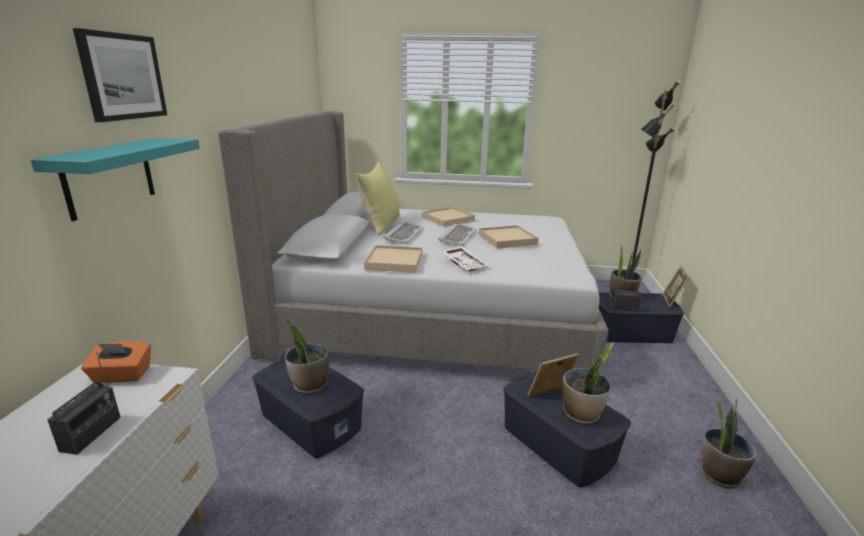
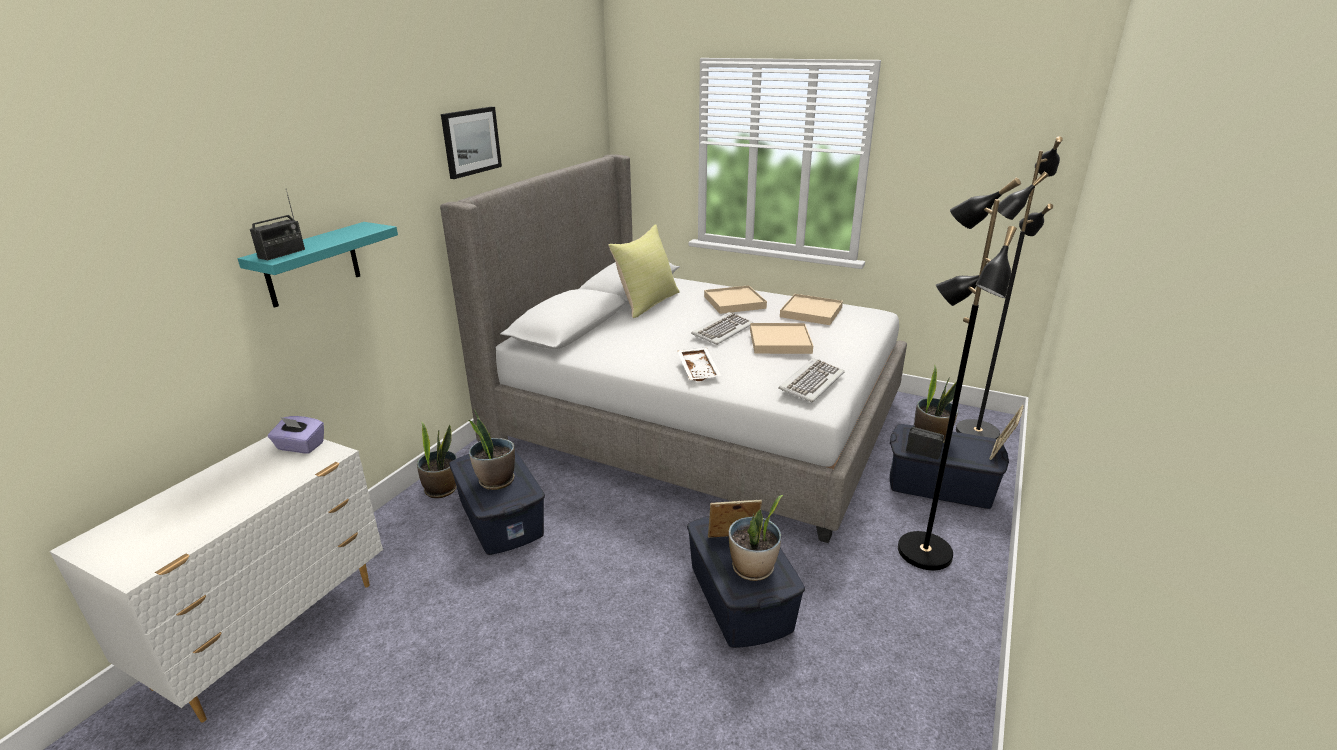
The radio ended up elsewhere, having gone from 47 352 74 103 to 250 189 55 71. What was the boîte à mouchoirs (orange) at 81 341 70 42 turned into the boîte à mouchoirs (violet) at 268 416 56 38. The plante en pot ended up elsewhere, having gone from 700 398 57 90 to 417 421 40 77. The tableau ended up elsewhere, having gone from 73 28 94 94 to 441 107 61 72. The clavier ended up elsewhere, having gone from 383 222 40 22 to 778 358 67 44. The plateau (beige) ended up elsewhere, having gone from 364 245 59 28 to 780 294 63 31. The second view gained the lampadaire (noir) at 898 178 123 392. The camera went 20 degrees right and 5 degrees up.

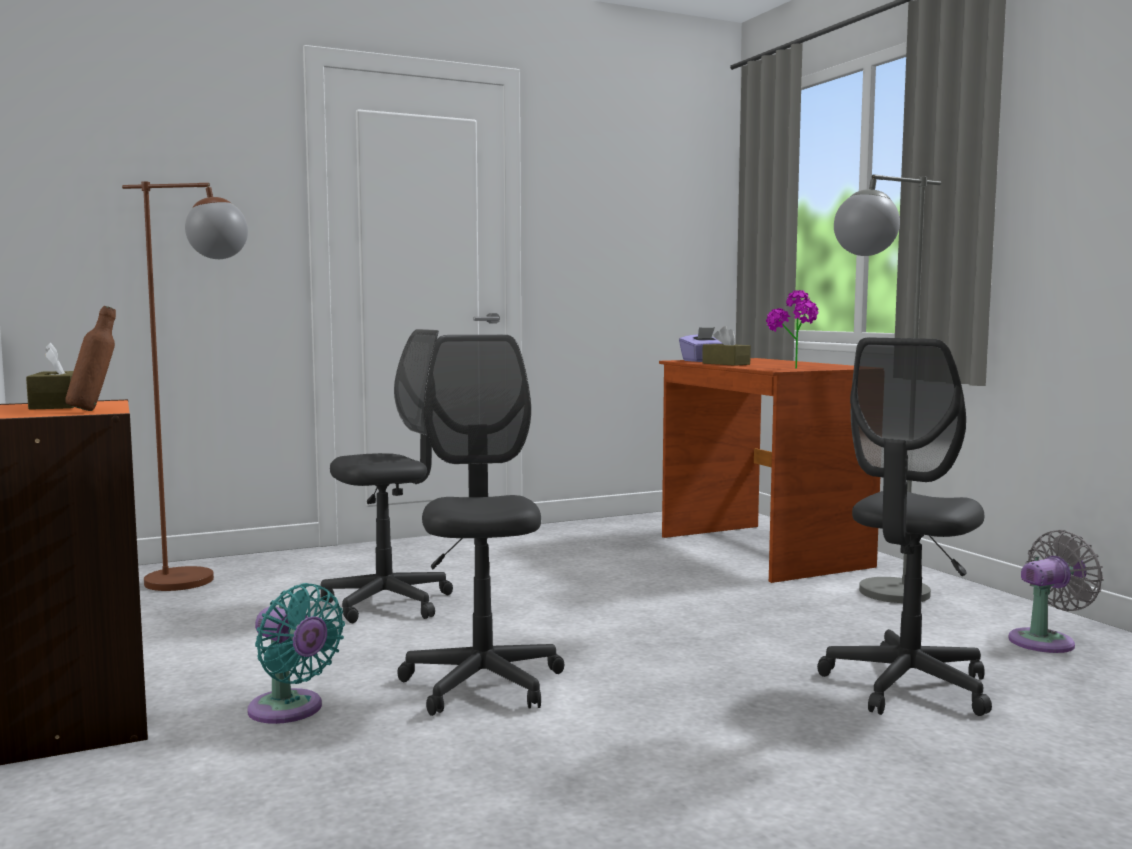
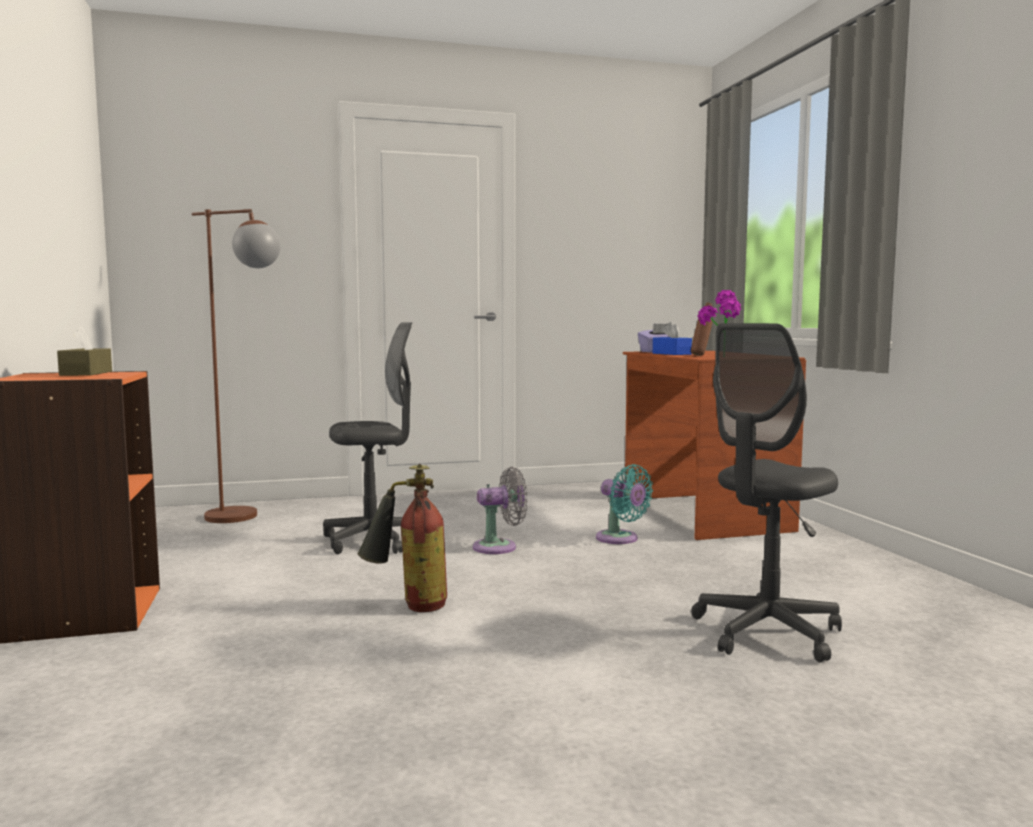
Where the chaise de bureau (gris) stood at 397 335 167 381, the extincteur came to stand at 358 464 89 148. The ventilateur (gris) ended up elsewhere, having gone from 1008 530 96 123 to 473 467 55 87. The ventilateur (turquoise) ended up elsewhere, having gone from 248 583 97 141 to 596 464 57 80. What was the boîte à mouchoirs (marron) at 702 326 49 40 turned into the boîte à mouchoirs (bleu) at 653 322 39 33. The bouteille (marron) ended up elsewhere, having gone from 65 306 51 105 to 691 302 22 54. The second view lost the lampadaire (gris) at 834 174 107 429. The camera went 10 degrees right and 0 degrees up.

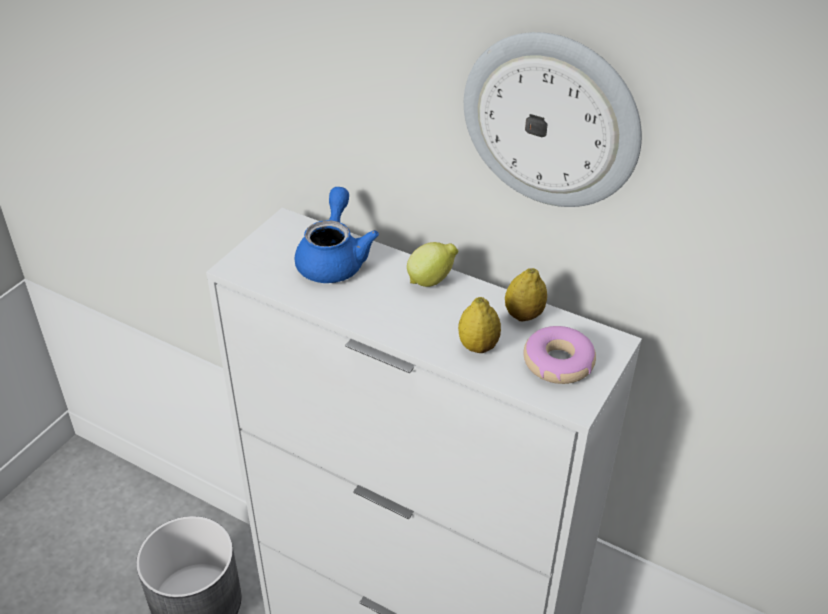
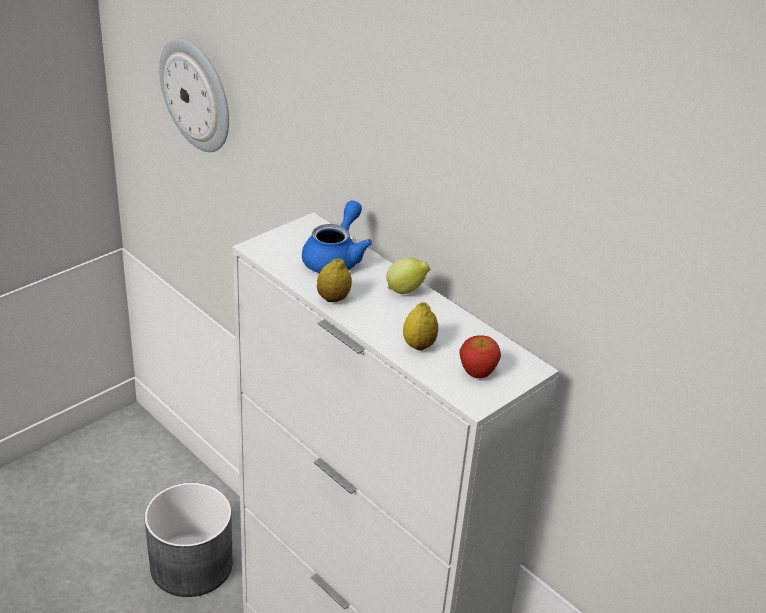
The horloge murale ended up elsewhere, having gone from 464 32 178 175 to 159 38 70 114. The citron ended up elsewhere, having gone from 505 268 42 53 to 317 258 35 44. Where the beignet stood at 524 326 72 58, the pomme came to stand at 459 335 42 43. The camera went 15 degrees right and 5 degrees down.

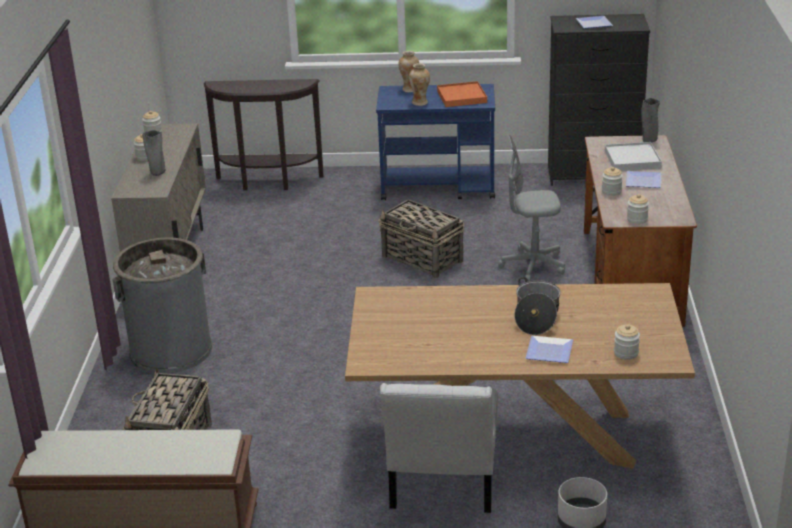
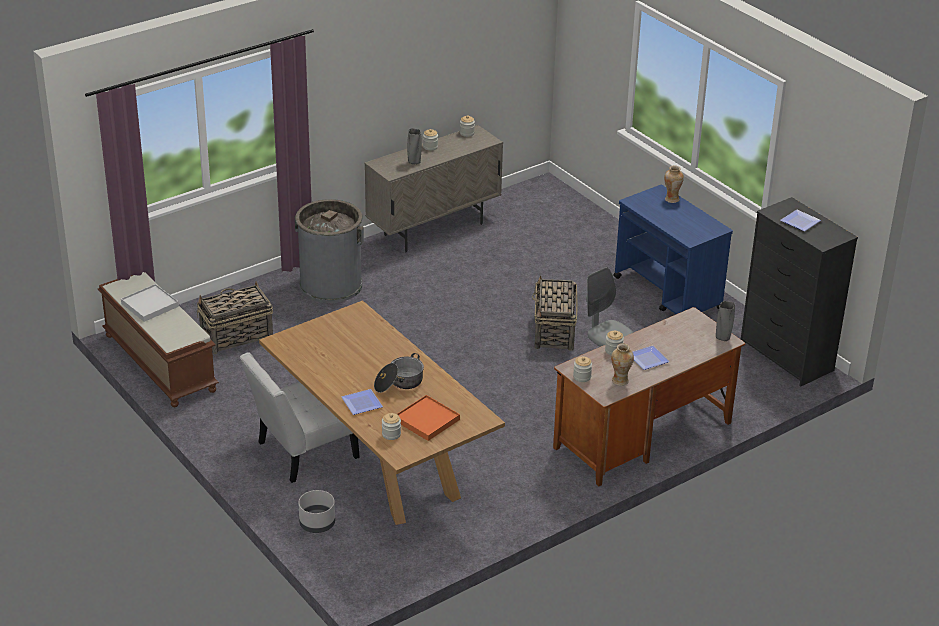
The plateau (blanc) ended up elsewhere, having gone from 605 142 57 29 to 121 284 58 38. The plateau (orange) ended up elsewhere, having gone from 437 81 50 26 to 397 395 63 46. The vase ended up elsewhere, having gone from 409 63 21 43 to 611 343 23 43. The second view lost the table console (marron) at 204 79 119 112. The camera went 50 degrees right and 5 degrees up.

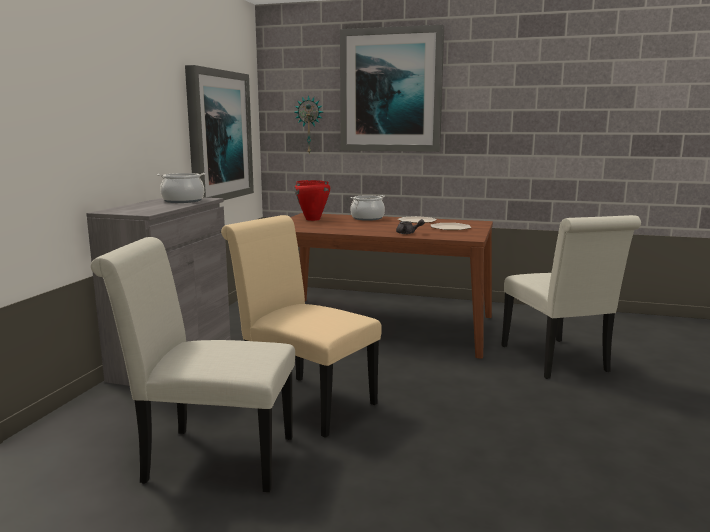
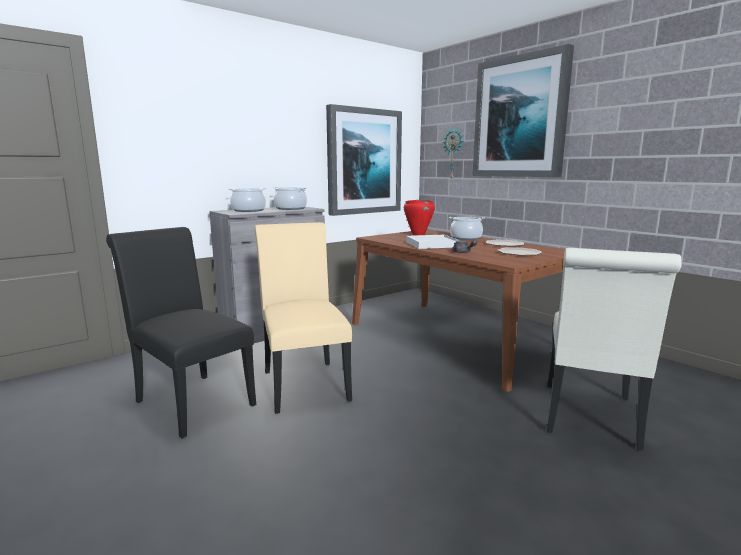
What was the chaise (blanc) at 91 237 204 255 turned into the chaise (noir) at 106 227 150 211. The second view gained the marmite at 228 188 39 24. The second view gained the plateau (blanc) at 406 235 54 14. The camera went 35 degrees right and 0 degrees up.

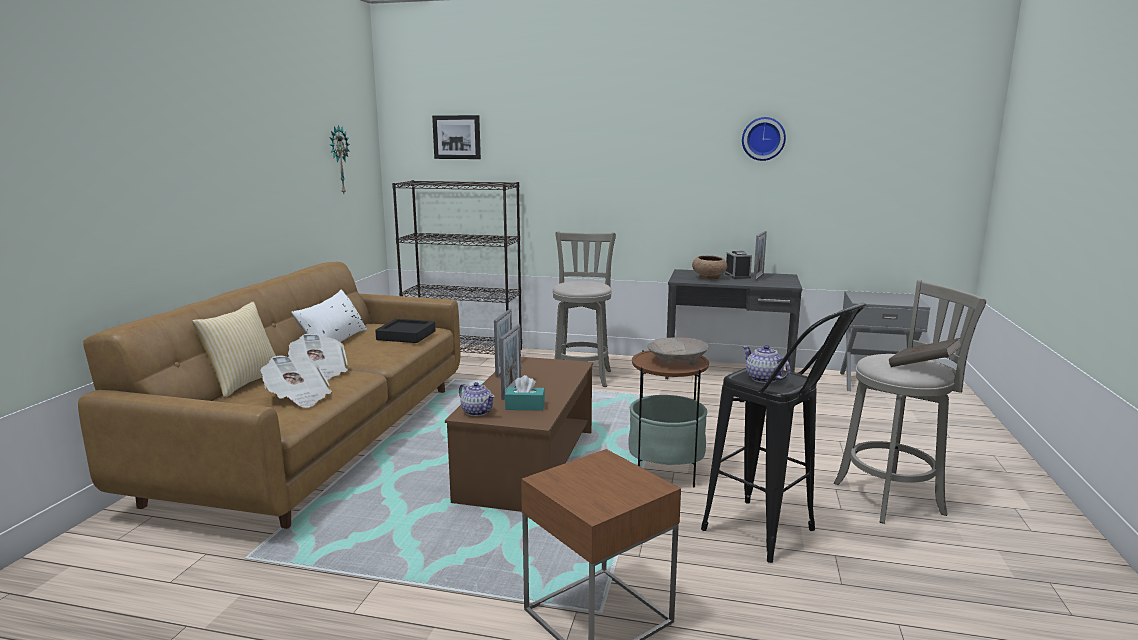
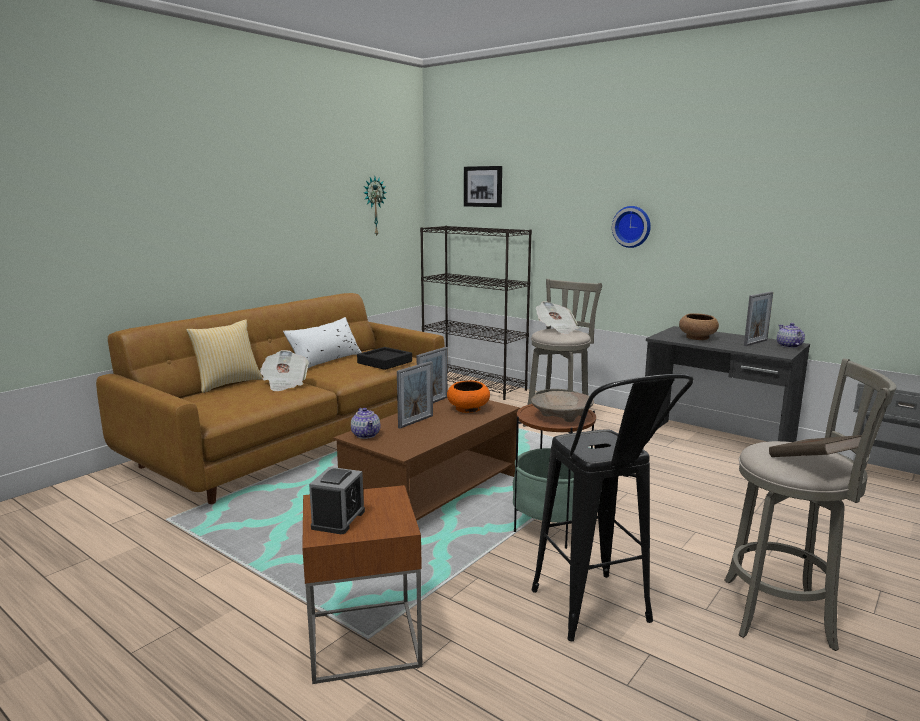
The réveil ended up elsewhere, having gone from 725 251 27 28 to 309 467 56 67. The second view gained the bol (orange) at 447 380 43 33. The journal ended up elsewhere, having gone from 260 355 72 53 to 536 301 43 33. The horloge murale ended up elsewhere, having gone from 742 117 44 44 to 612 206 39 42. The théière ended up elsewhere, having gone from 743 345 47 38 to 777 323 28 25. The second view lost the boîte à mouchoirs (turquoise) at 505 375 40 36. The camera went 25 degrees right and 0 degrees up.

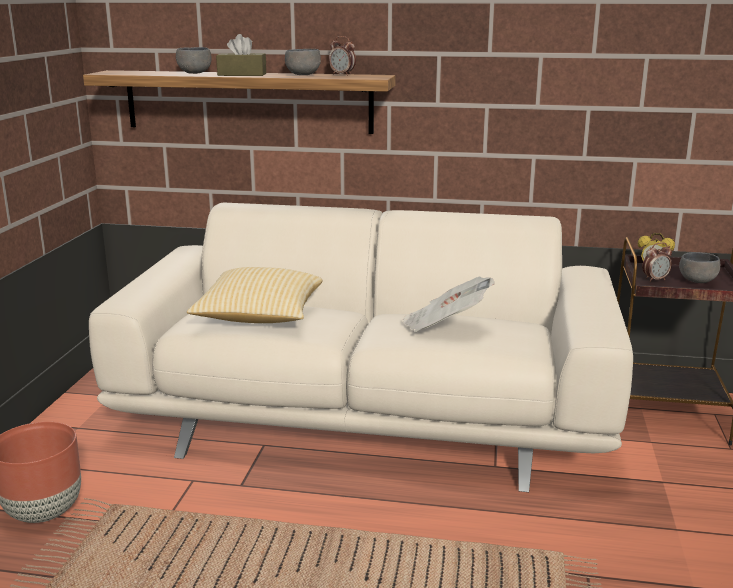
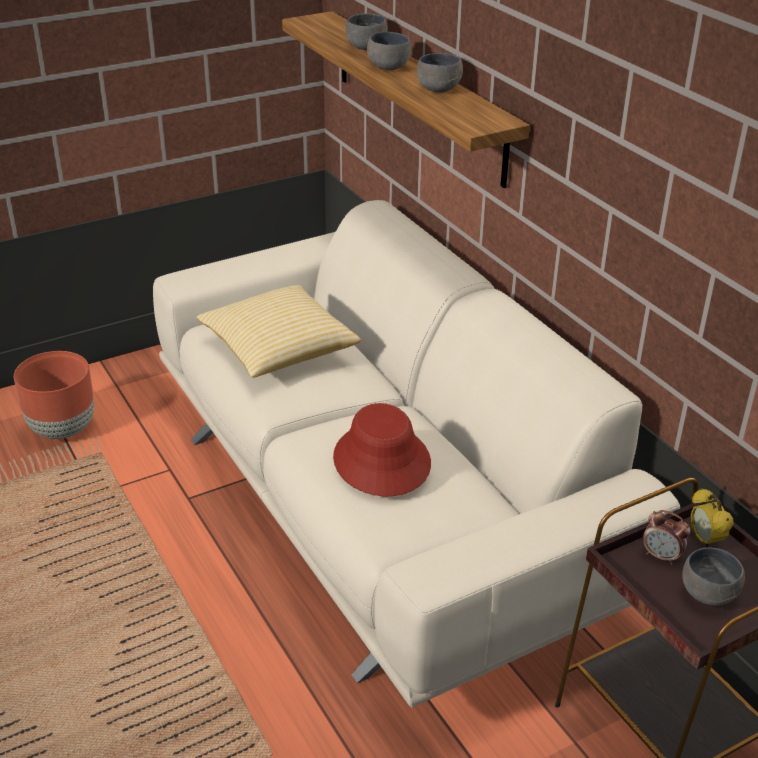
Where the journal stood at 403 276 92 56, the chapeau (rouge) came to stand at 333 403 98 94. Where the boîte à mouchoirs (marron) stood at 216 34 50 42, the bol (gris) came to stand at 367 32 44 38. The second view lost the réveil at 329 36 27 40. The camera went 50 degrees right and 15 degrees up.

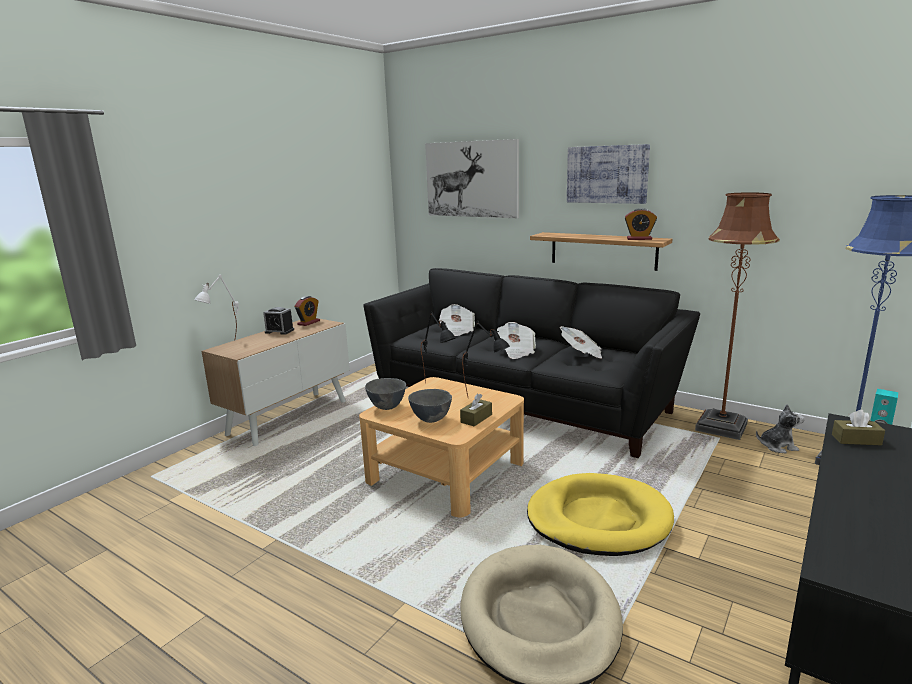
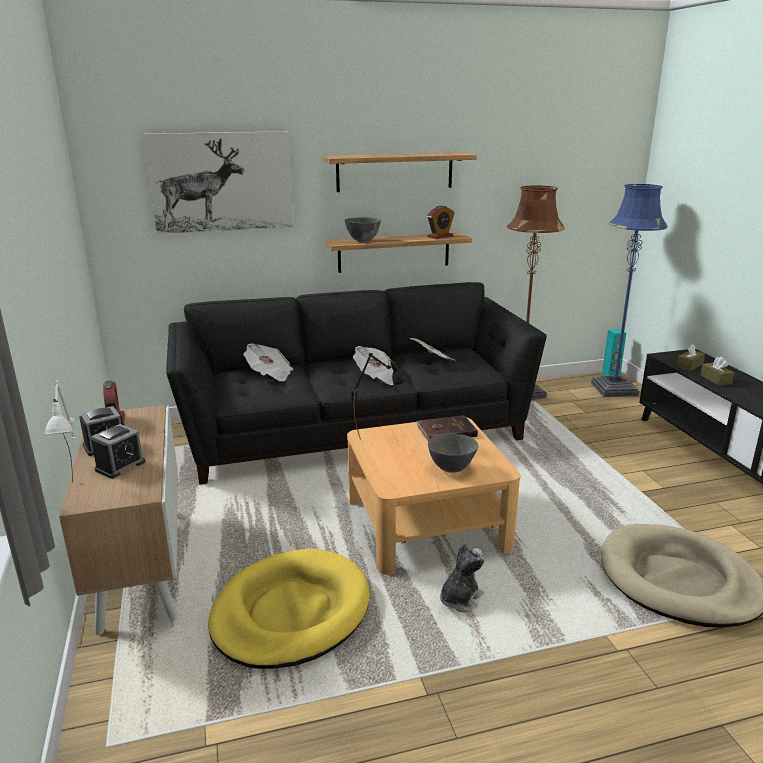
The second view gained the réveil at 91 424 54 55. The panier pour chien (jaune) ended up elsewhere, having gone from 527 473 147 83 to 208 549 162 120. Where the tableau hung at 567 144 83 60, the étagère came to hang at 323 152 154 40. The bol (gris) ended up elsewhere, having gone from 365 378 41 32 to 345 217 36 25. Where the lampe de table (noir) stood at 462 321 48 76, the livre (marron) came to stand at 416 415 62 26. The peluche ended up elsewhere, having gone from 756 404 48 49 to 440 542 44 70. The boîte à mouchoirs (marron) ended up elsewhere, having gone from 460 394 32 33 to 700 357 34 29. The camera went 50 degrees left and 5 degrees up.

